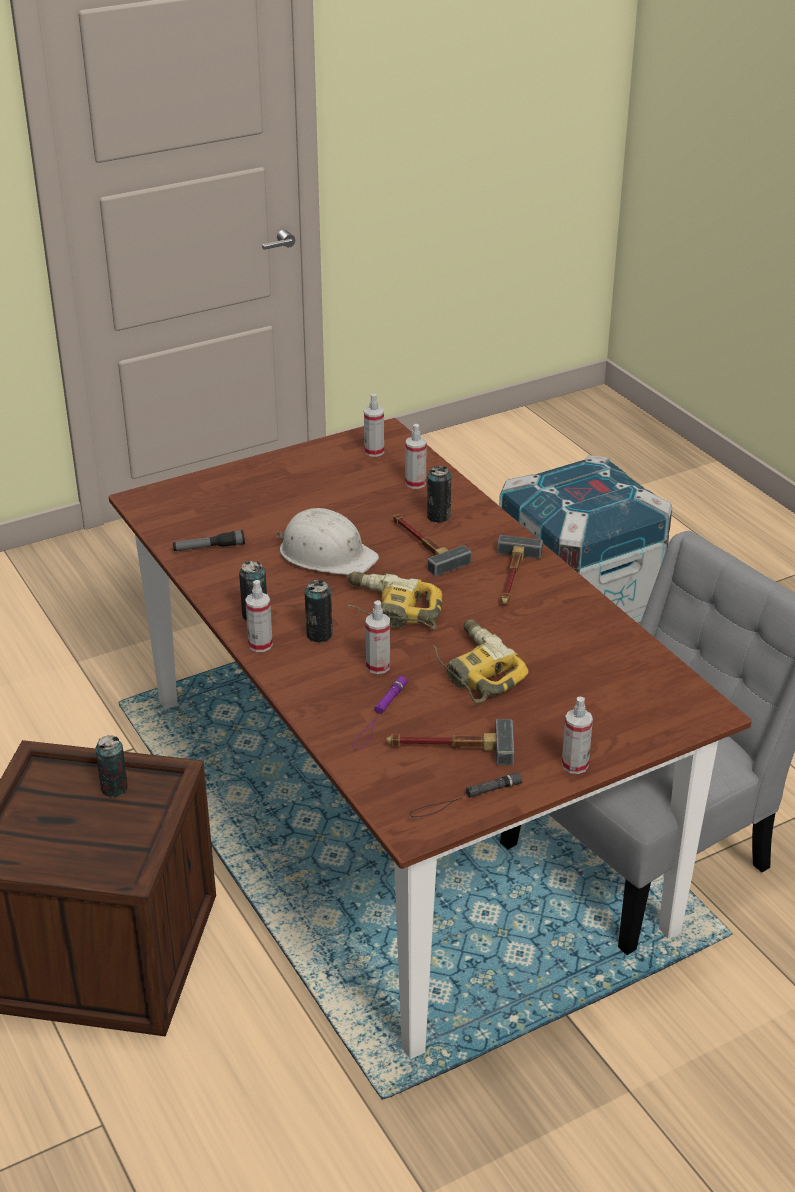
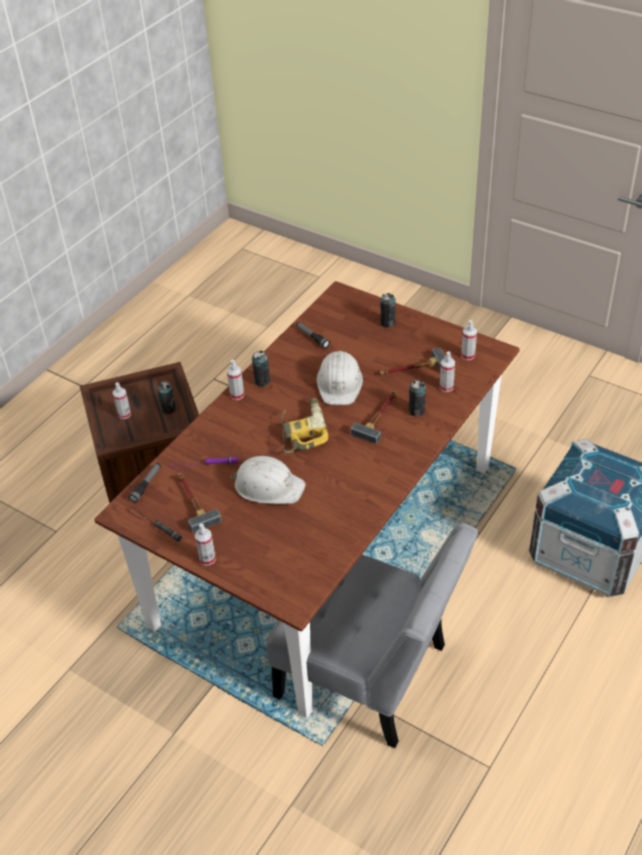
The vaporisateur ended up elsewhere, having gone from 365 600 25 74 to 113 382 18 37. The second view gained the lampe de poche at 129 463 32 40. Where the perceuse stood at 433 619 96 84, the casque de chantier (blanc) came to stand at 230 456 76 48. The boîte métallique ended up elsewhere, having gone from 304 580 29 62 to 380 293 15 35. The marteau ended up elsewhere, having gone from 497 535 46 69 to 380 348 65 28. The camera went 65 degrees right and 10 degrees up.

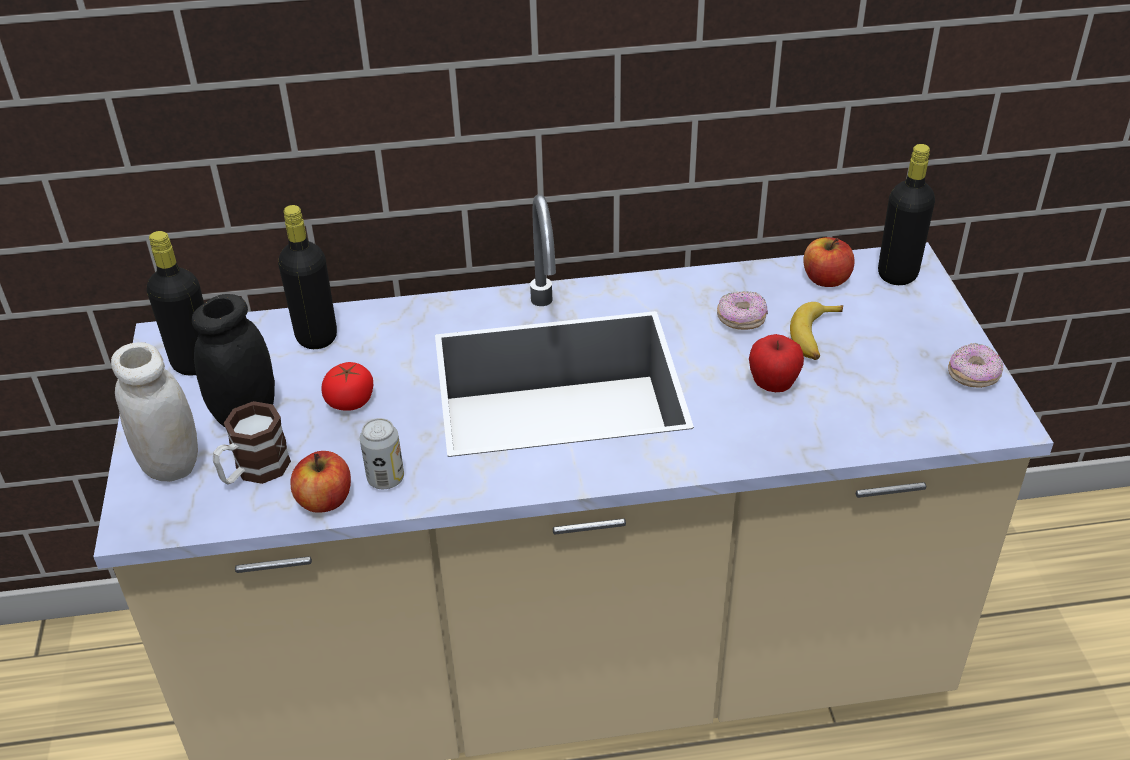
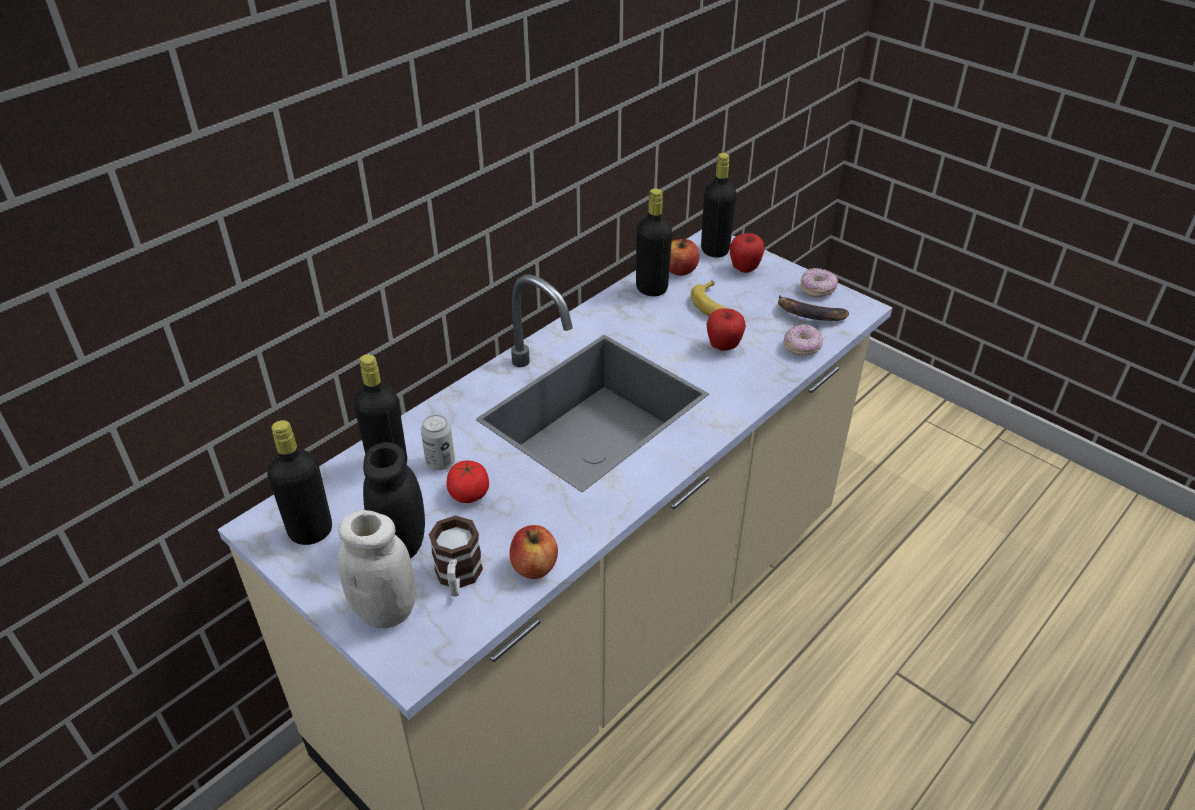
The boîte métallique ended up elsewhere, having gone from 360 418 44 71 to 421 415 34 55. The second view gained the bouteille (noir) at 636 188 36 108. The second view gained the pomme at 729 233 36 40. The second view gained the banane at 778 295 71 26. The beignet ended up elsewhere, having gone from 717 291 51 39 to 783 324 40 32. The camera went 40 degrees left and 0 degrees up.

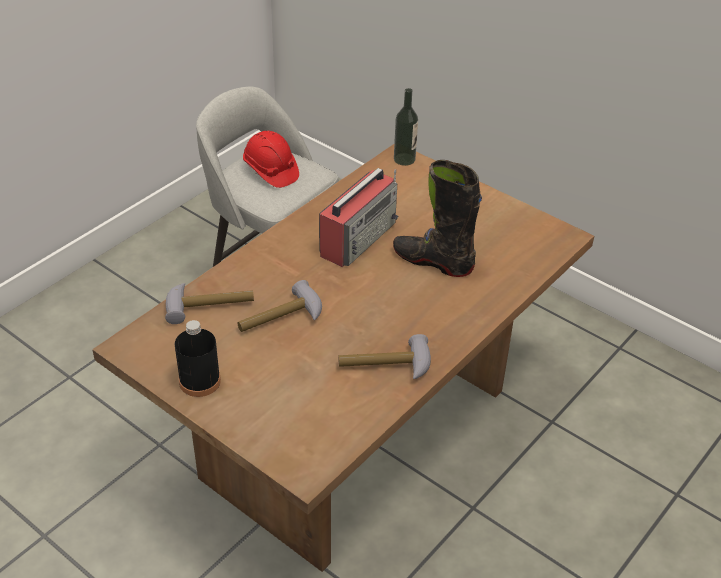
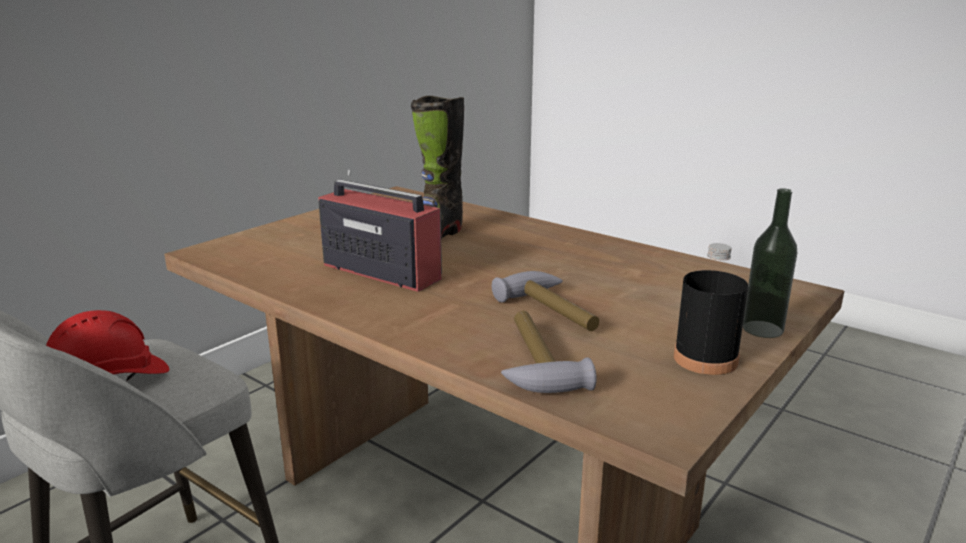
The bouteille ended up elsewhere, having gone from 394 88 24 78 to 743 188 54 150. The second view lost the marteau at 338 334 93 45. The camera went 90 degrees left and 20 degrees down.

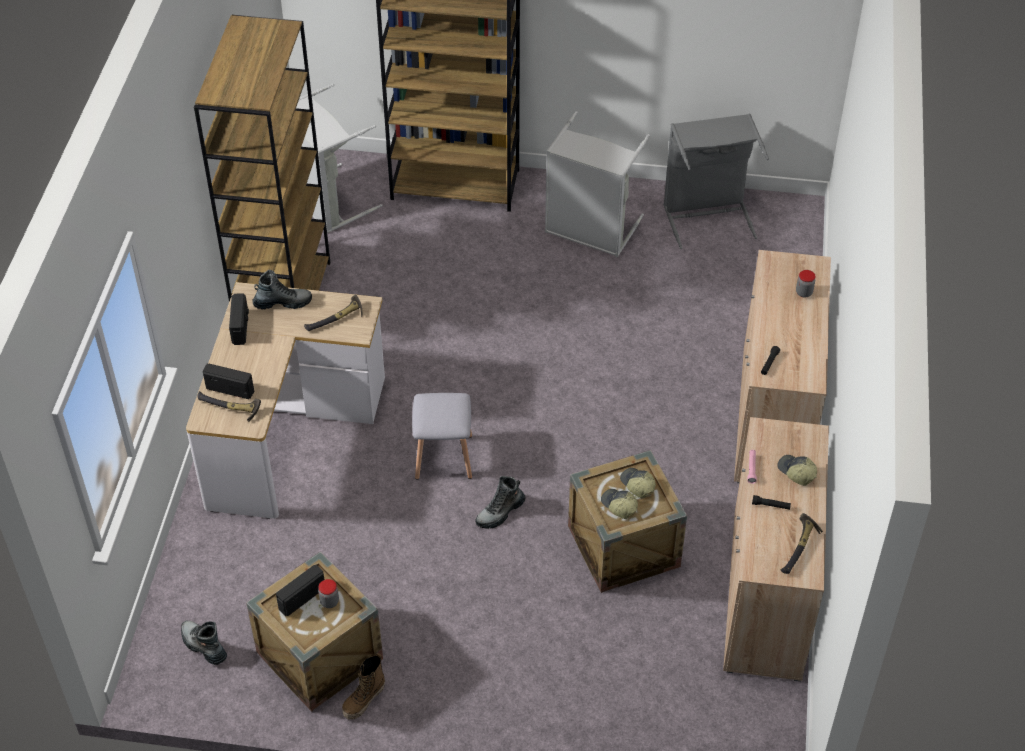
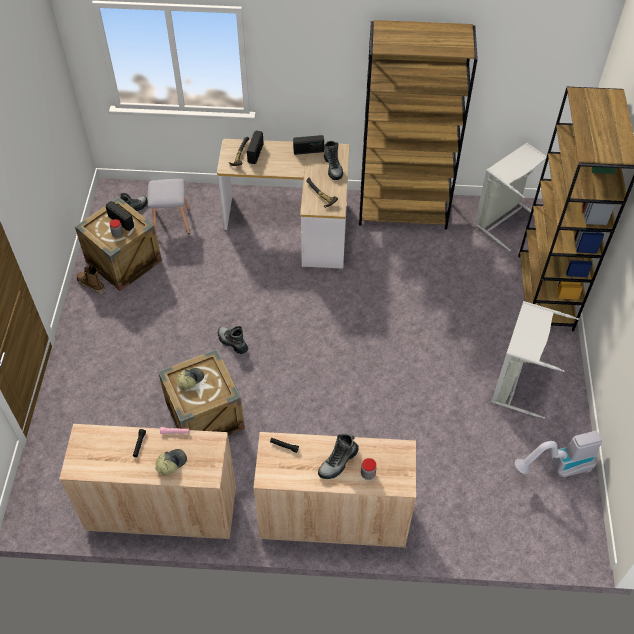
The tabouret (gris) ended up elsewhere, having gone from 412 393 60 87 to 147 179 43 55. The second view gained the botte at 318 434 41 45. Where the panier à linge (gris) stood at 663 113 106 136, the aspirateur came to stand at 515 431 87 46. The second view lost the casquette at 620 468 36 30. The second view lost the marteau at 781 513 42 61. The camera went 85 degrees right and 5 degrees up.

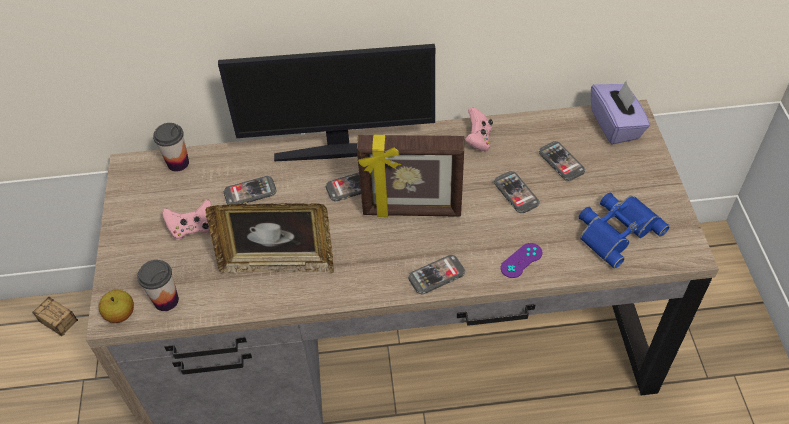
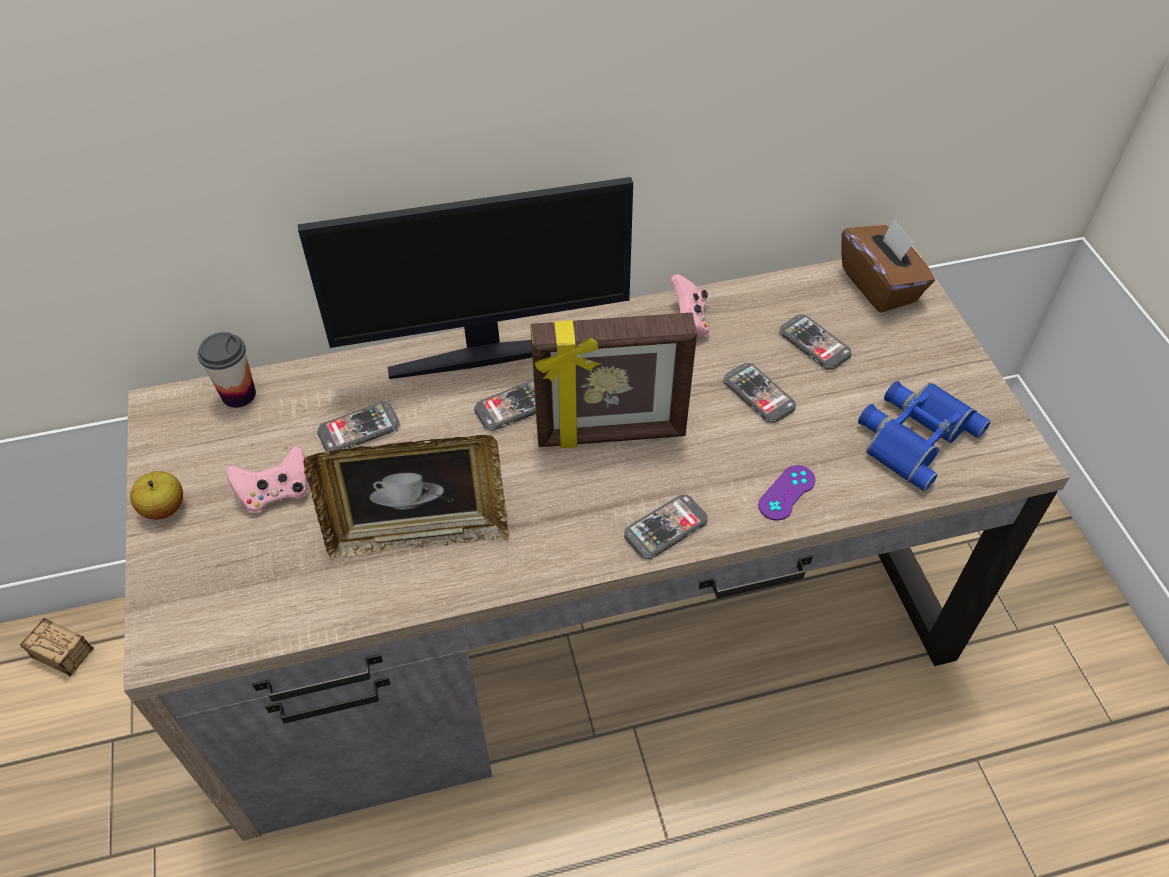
The pomme ended up elsewhere, having gone from 99 290 35 33 to 130 471 53 48. What was the boîte à mouchoirs (violet) at 591 81 59 64 turned into the boîte à mouchoirs (marron) at 841 218 94 95. The second view lost the tasse at 137 260 42 51. The camera went 10 degrees left and 0 degrees up.

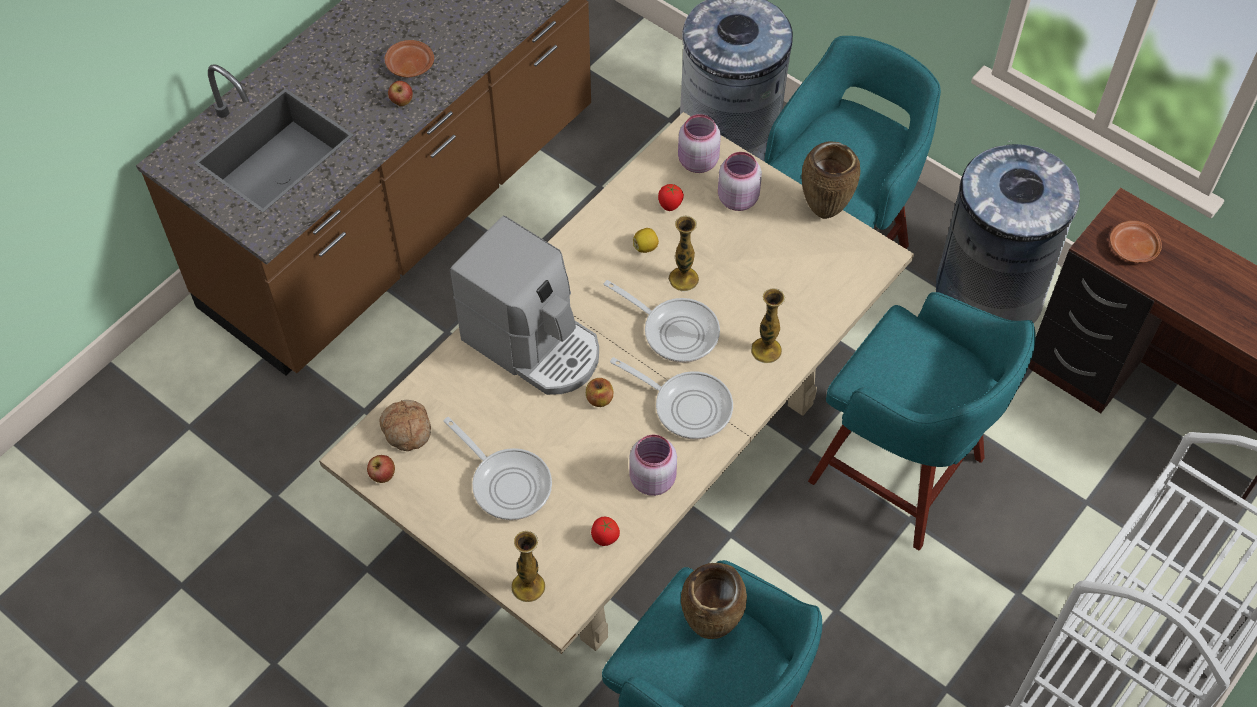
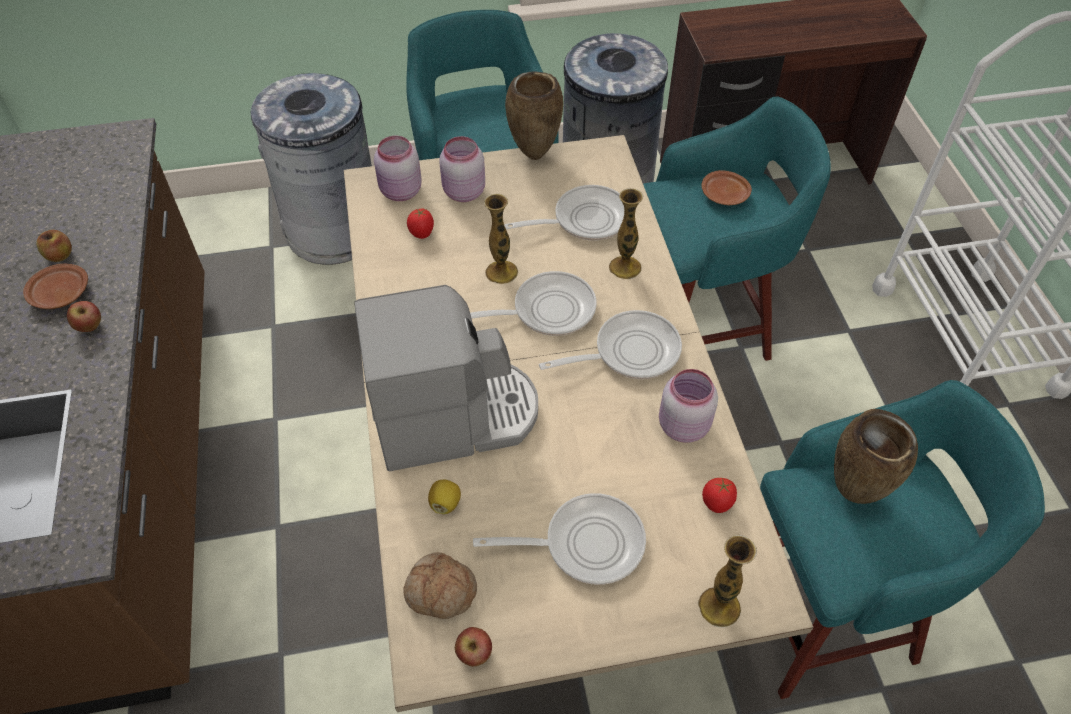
The pomme ended up elsewhere, having gone from 586 378 28 29 to 36 230 36 32. The citron ended up elsewhere, having gone from 633 228 26 25 to 428 480 33 34. The second view gained the poêle at 504 185 120 56. The assiette (marron) ended up elsewhere, having gone from 1110 221 52 42 to 701 170 51 35. The camera went 50 degrees left and 5 degrees down.

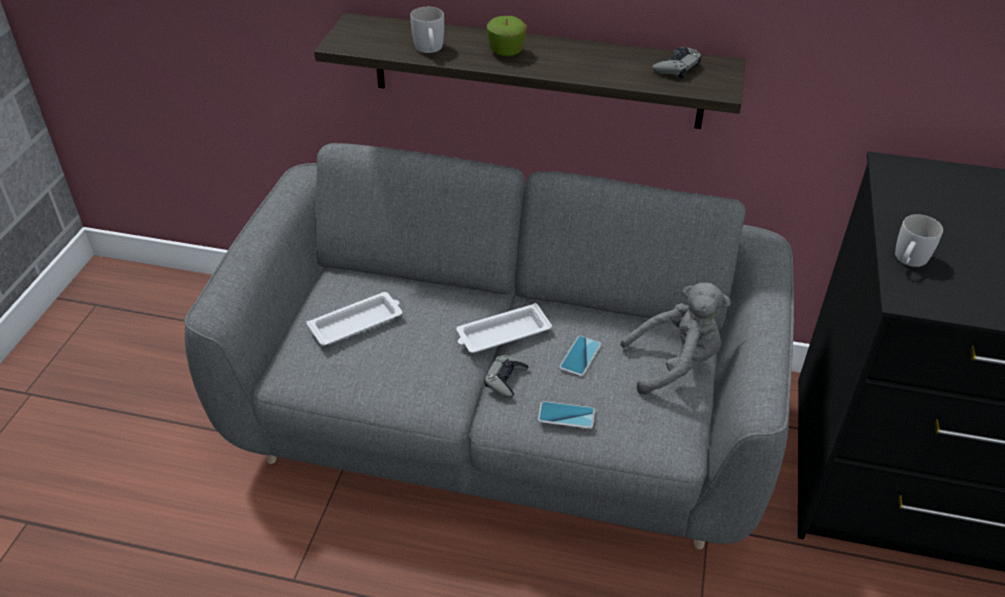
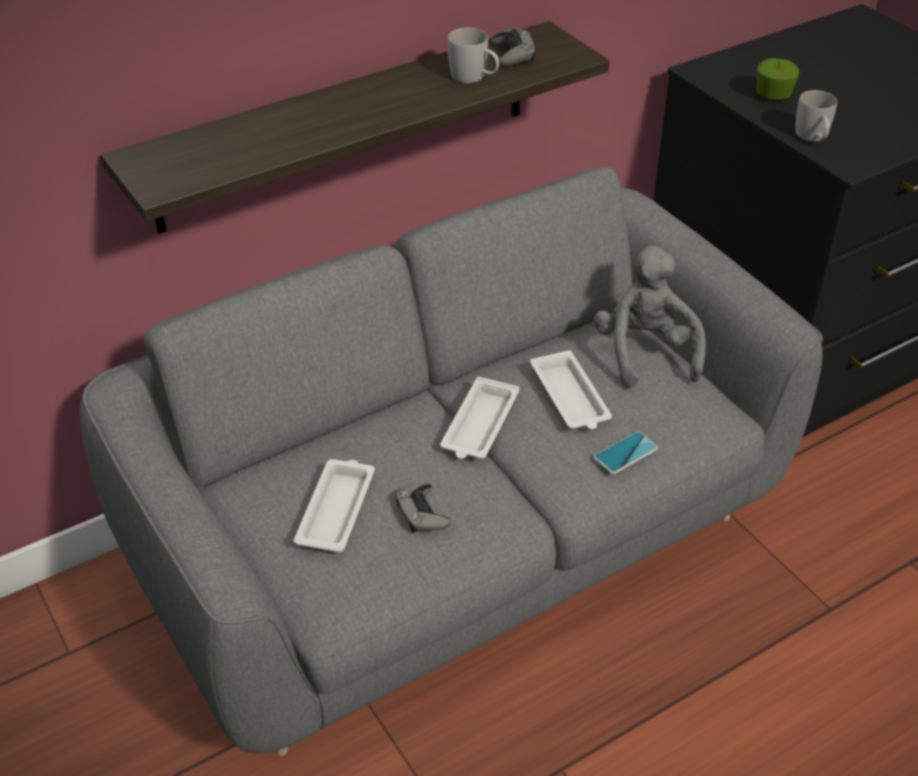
The manette (gris) ended up elsewhere, having gone from 484 355 44 43 to 396 483 55 50. The mug (blanc) ended up elsewhere, having gone from 410 7 34 46 to 448 28 51 55. Where the téléphone stood at 559 336 42 40, the plateau (blanc) came to stand at 530 350 82 79. The peluche (gris) at 620 283 111 112 ended up facing another way, 45 degrees counterclockwise from before. The pomme ended up elsewhere, having gone from 487 16 40 40 to 757 58 42 43. The camera went 45 degrees left and 0 degrees up.

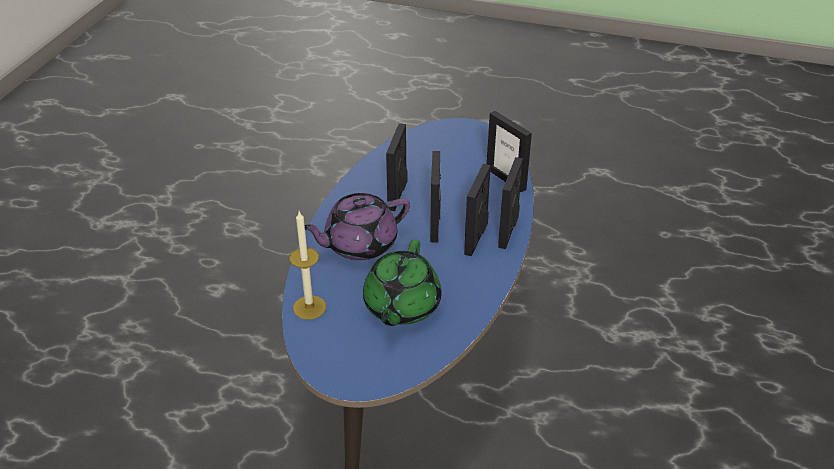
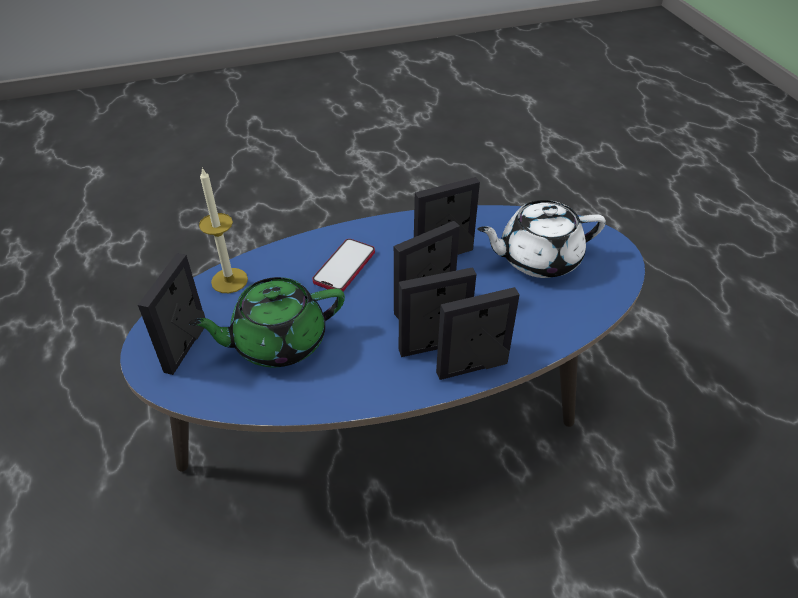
The cadre photo ended up elsewhere, having gone from 487 111 45 81 to 138 253 67 122. Where the théière (violet) stood at 305 193 105 67, the téléphone came to stand at 312 239 63 53. The second view gained the théière (blanc) at 477 200 129 78. The camera went 55 degrees right and 5 degrees up.

